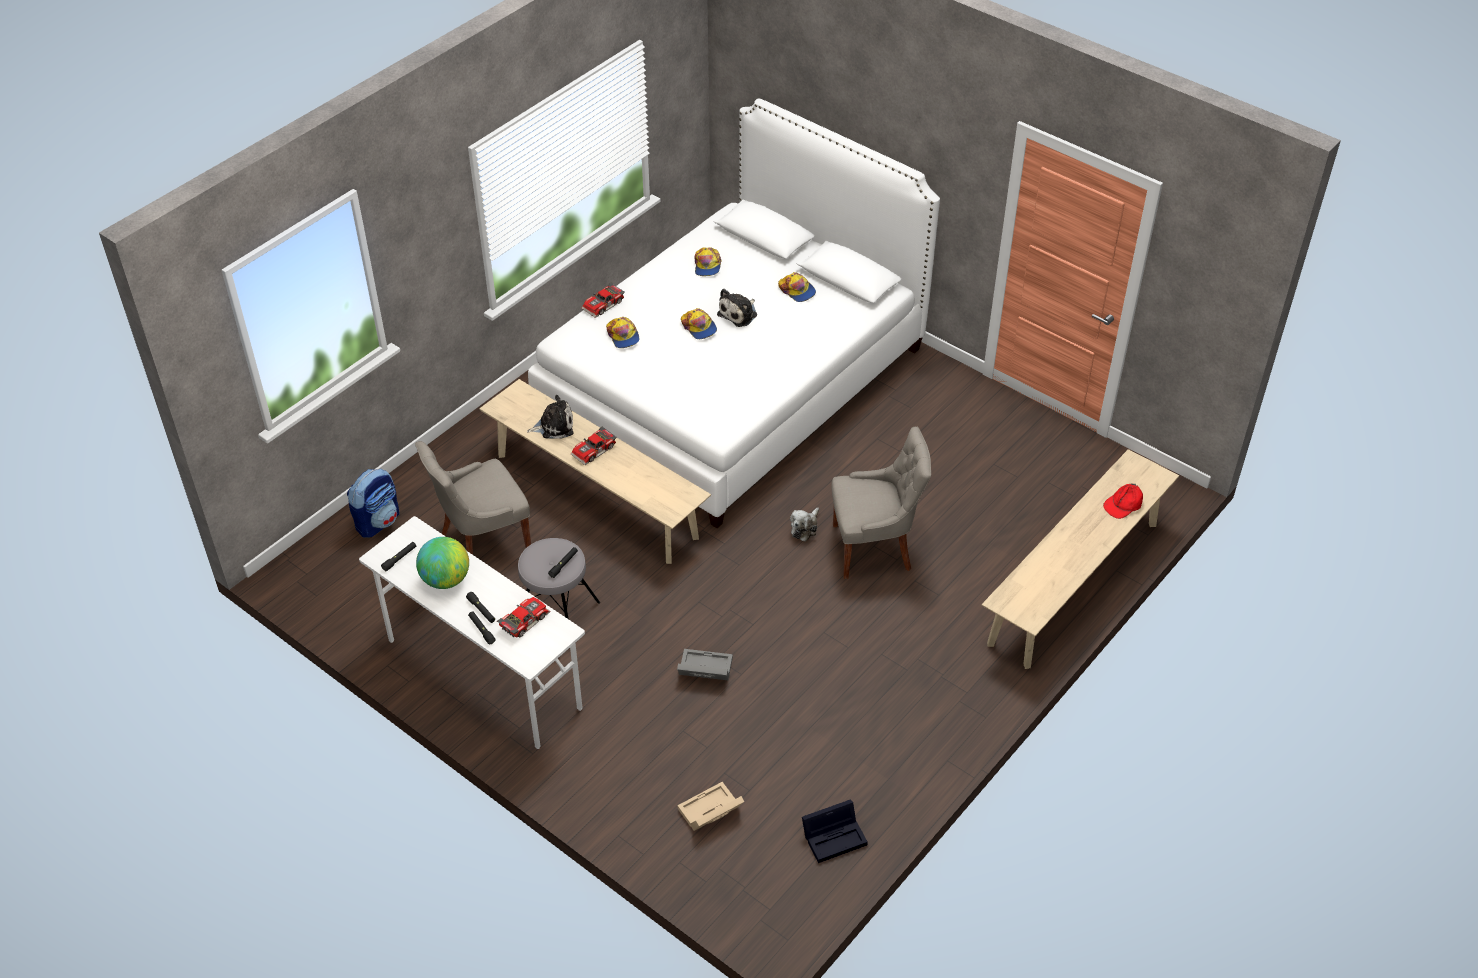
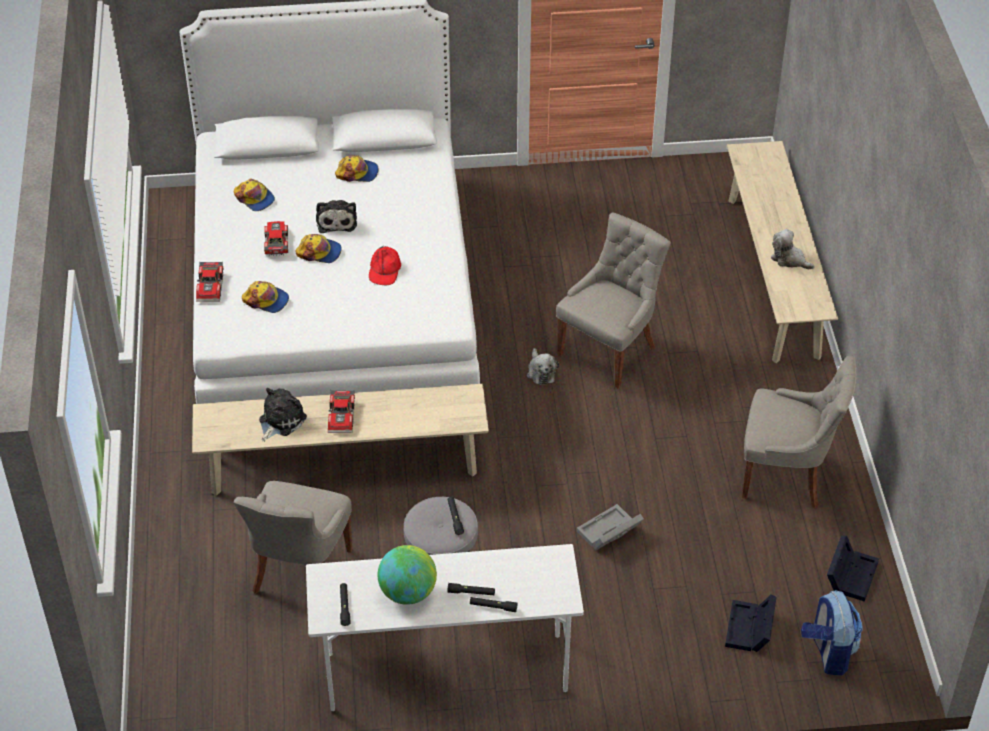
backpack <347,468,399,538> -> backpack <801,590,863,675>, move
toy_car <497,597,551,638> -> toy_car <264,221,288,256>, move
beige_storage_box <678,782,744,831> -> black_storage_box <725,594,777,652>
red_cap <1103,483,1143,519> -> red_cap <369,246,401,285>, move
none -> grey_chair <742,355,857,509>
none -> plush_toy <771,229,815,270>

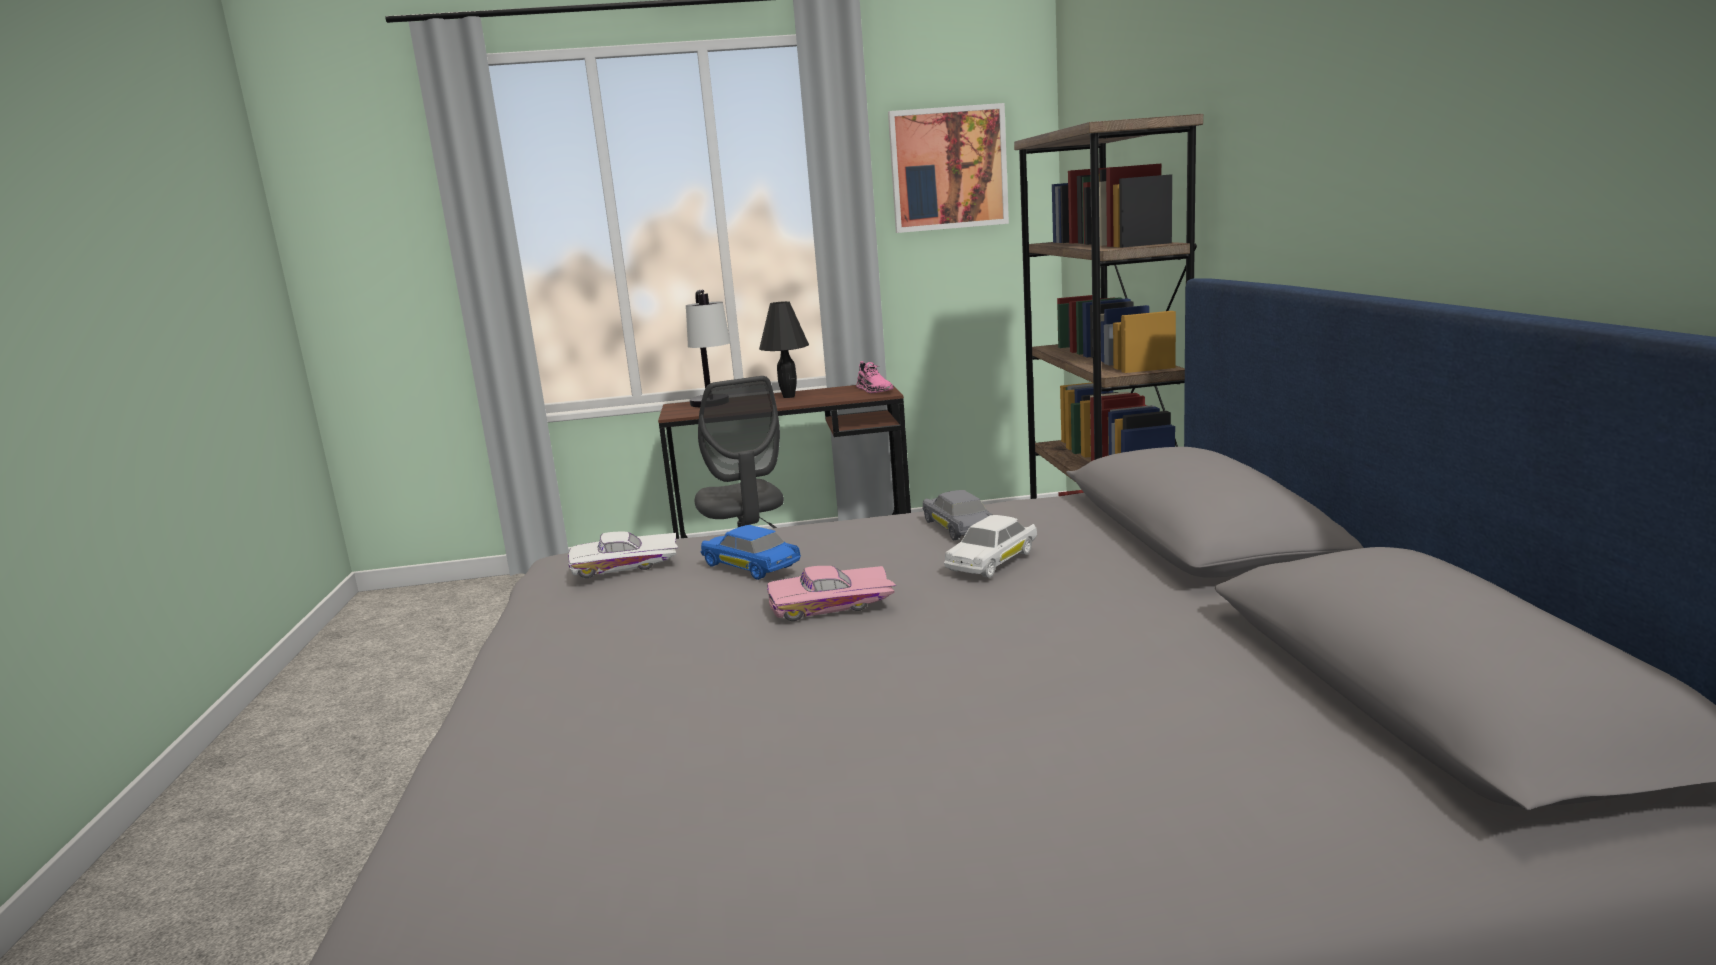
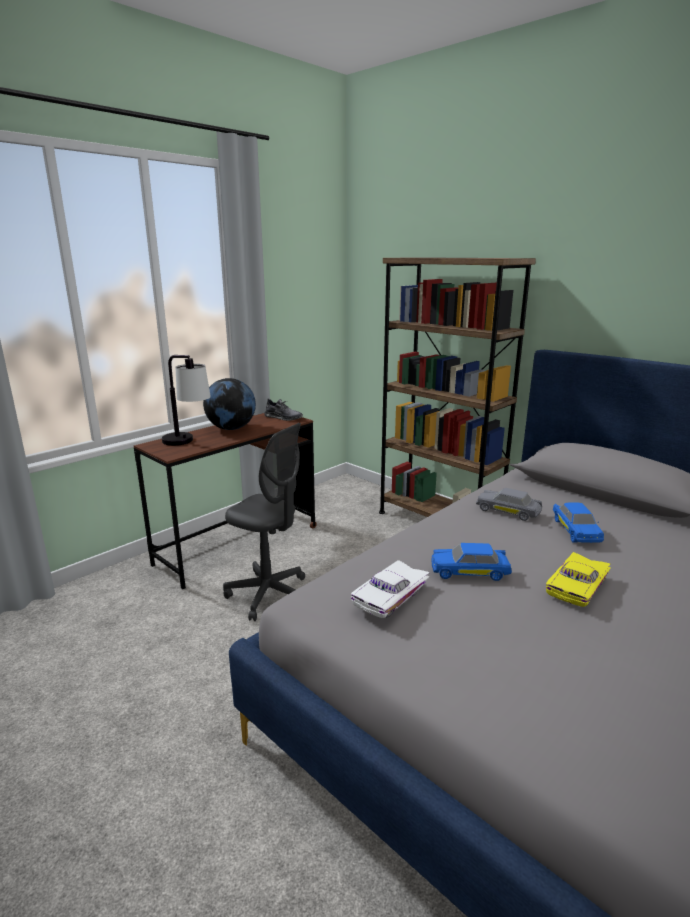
black_table_lamp <759,301,809,398> -> globe <203,378,256,430>
pink_toy_car <767,566,896,621> -> yellow_toy_car <546,552,611,607>
pink_shoe <856,361,894,393> -> grey_shoe <264,398,303,421>
picture <888,103,1009,233> -> none
white_toy_car <944,515,1037,578> -> blue_toy_car <553,502,604,543>

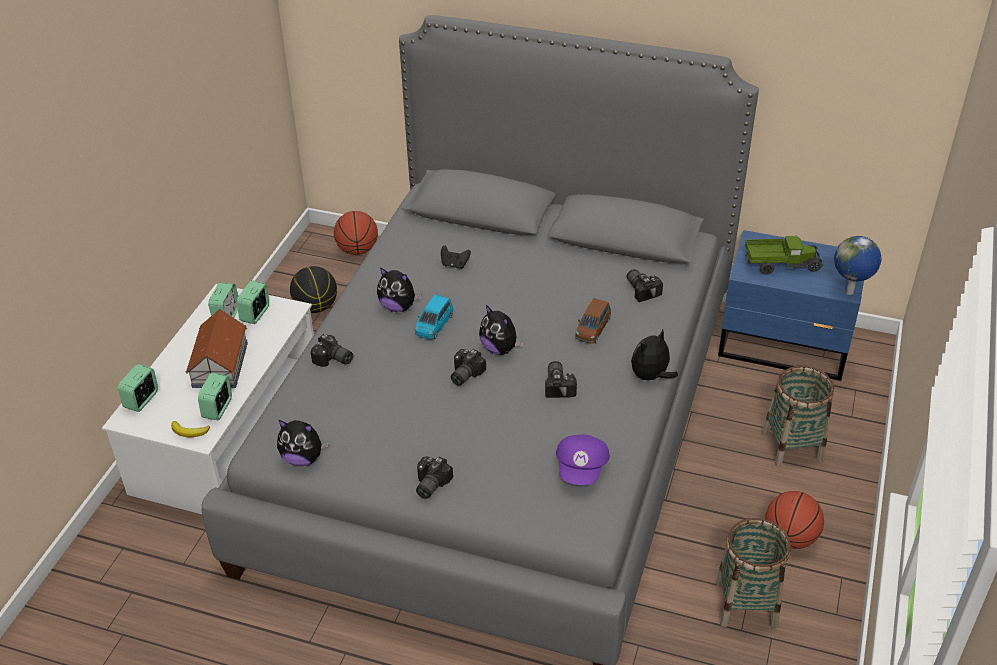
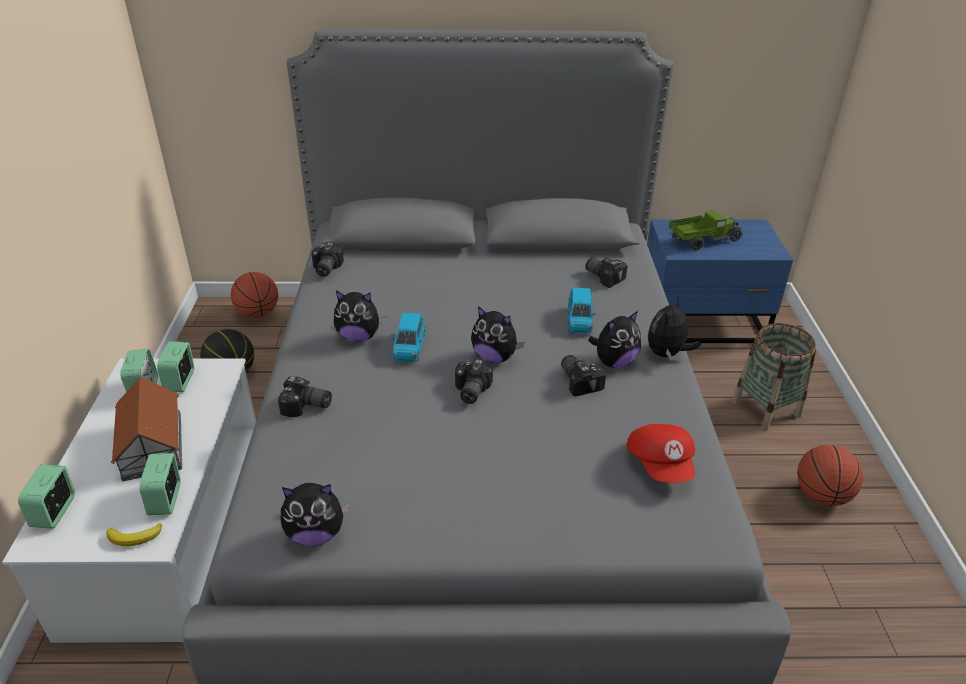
photo_camera <416,456,453,499> -> photo_camera <311,243,344,277>, move
black_game_controller <441,246,471,269> -> none
purple_cap <556,434,610,485> -> red_cap <627,424,695,483>
brown_toy_car <575,298,611,344> -> blue_toy_car <567,288,595,334>
basket <716,518,791,629> -> none
globe <834,236,881,295> -> none
none -> plush_toy <588,311,641,368>

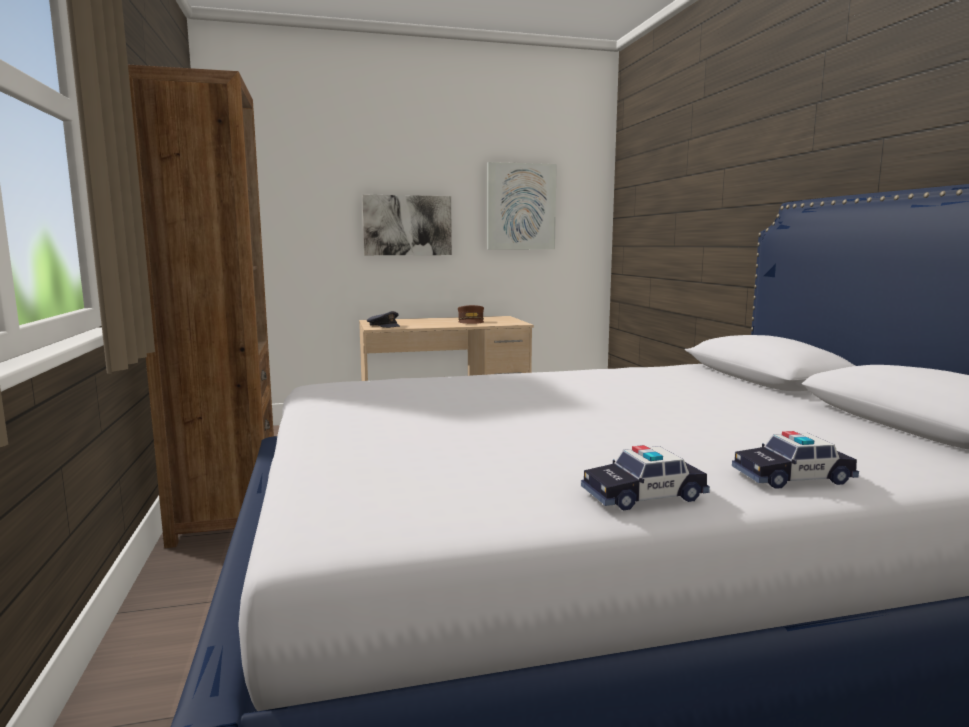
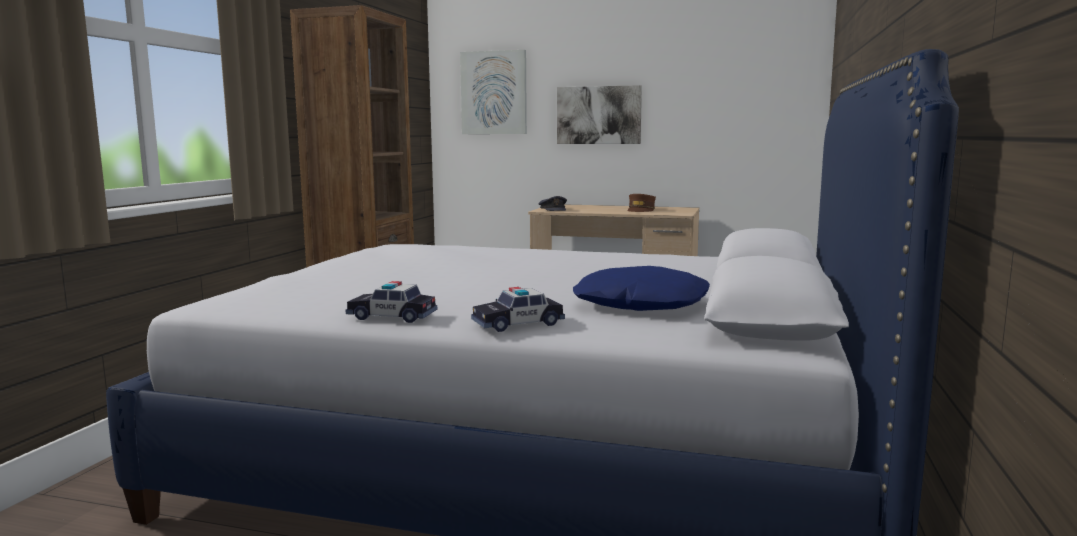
picture <487,162,557,249> -> picture <460,50,527,134>, move
toy_car <732,431,859,489> -> toy_car <471,287,565,332>, 45 degrees counterclockwise
none -> blue_pillow <573,266,710,311>

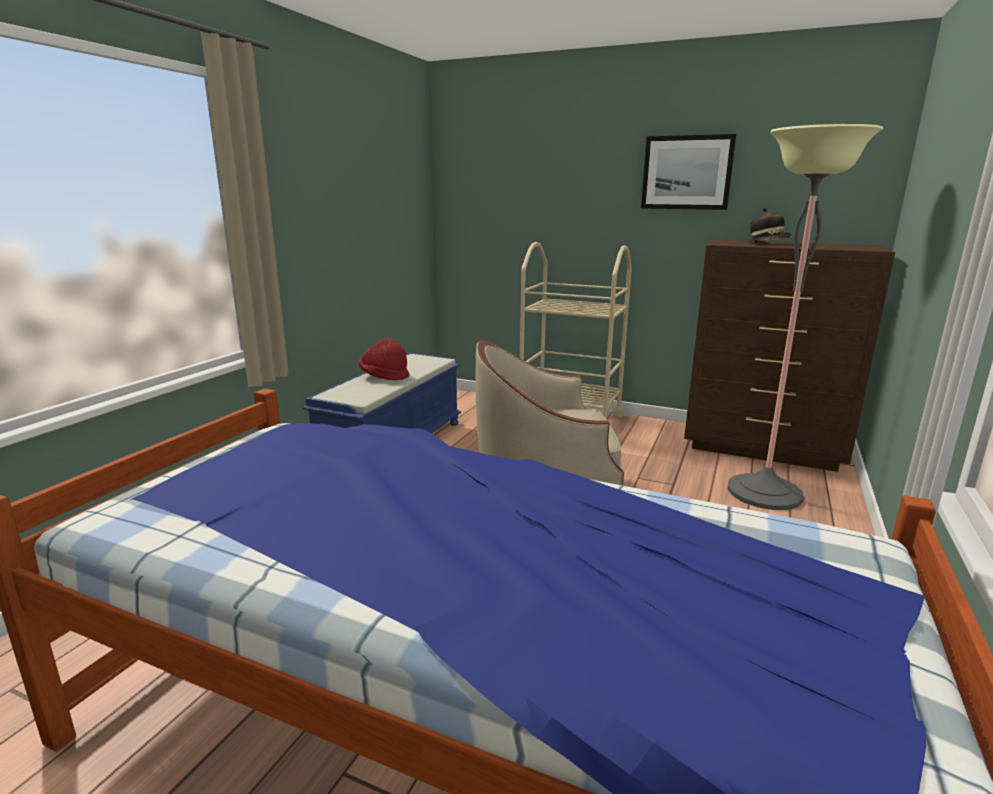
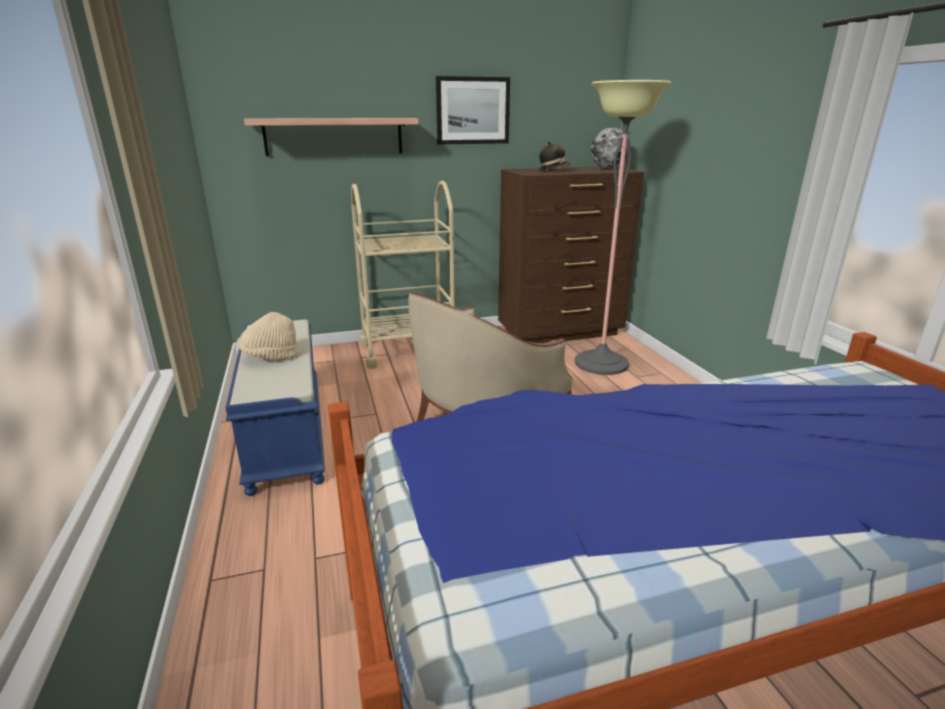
red_hat <359,338,410,381> -> beige_hat <237,312,300,360>
none -> shelf <244,118,419,156>
none -> globe <591,127,631,169>

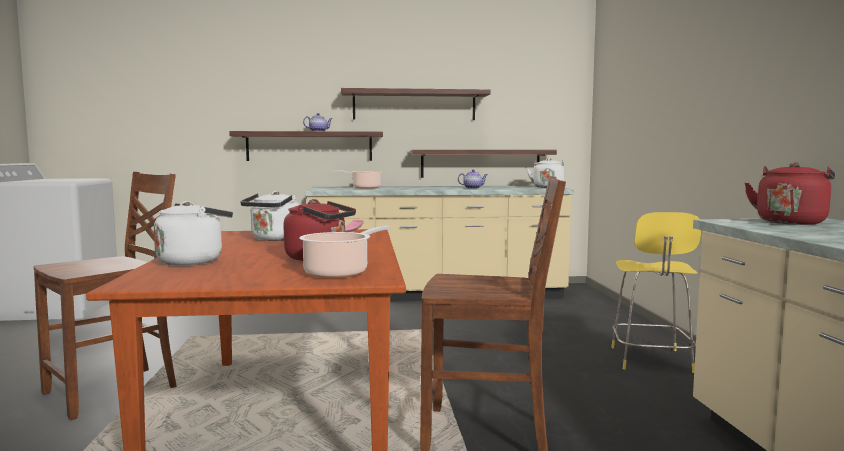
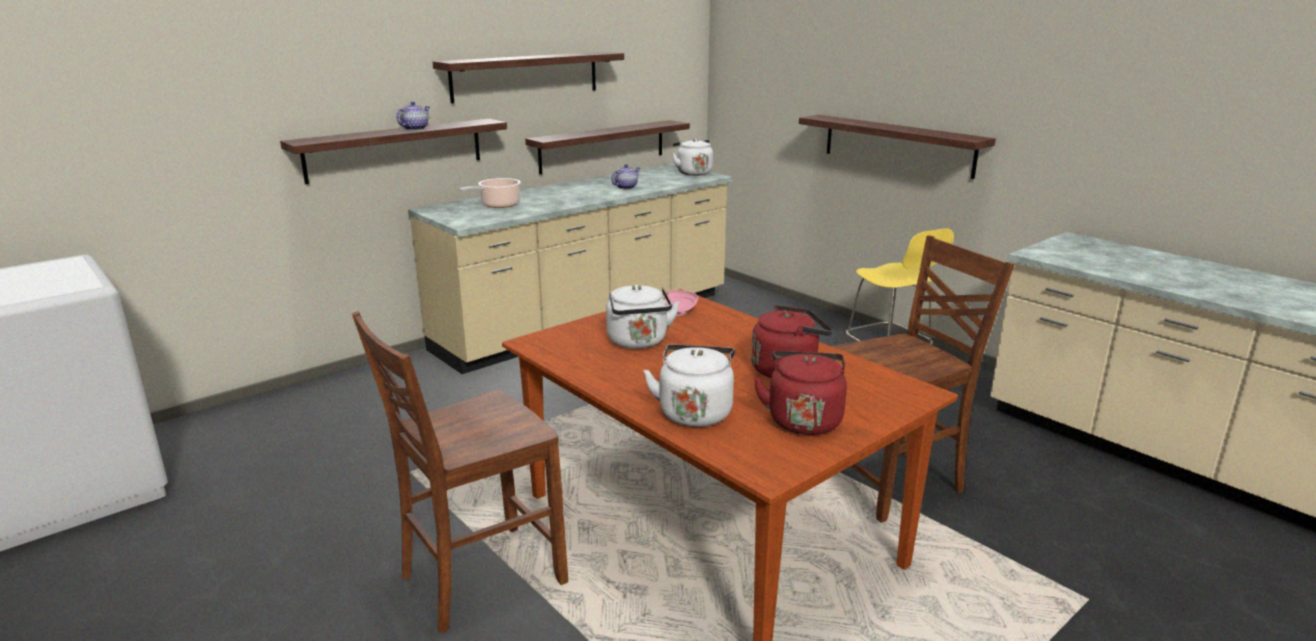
brown_chair <34,172,177,420> -> brown_chair <352,311,568,633>, 135 degrees counterclockwise
cooking_pot <299,226,390,278> -> none
red_kettle <745,162,835,225> -> red_kettle <753,351,847,435>, move
none -> shelf <799,115,996,179>

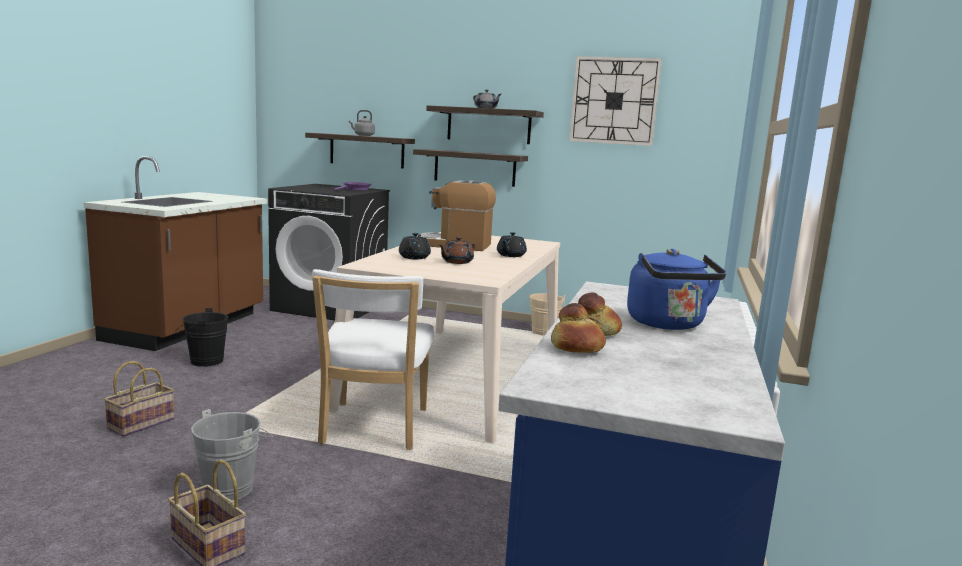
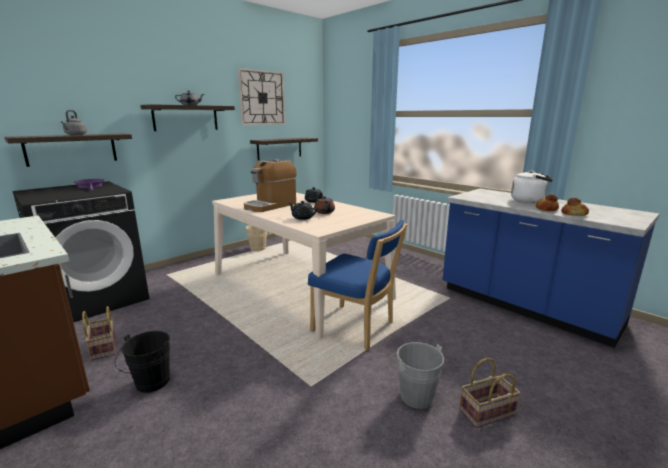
basket <104,361,174,437> -> basket <82,306,116,361>, move
white_chair <312,269,434,450> -> blue_chair <308,219,407,350>
shelf <413,149,528,187> -> shelf <250,138,318,160>, move
blue_kettle <627,249,726,330> -> white_kettle <511,171,553,203>

